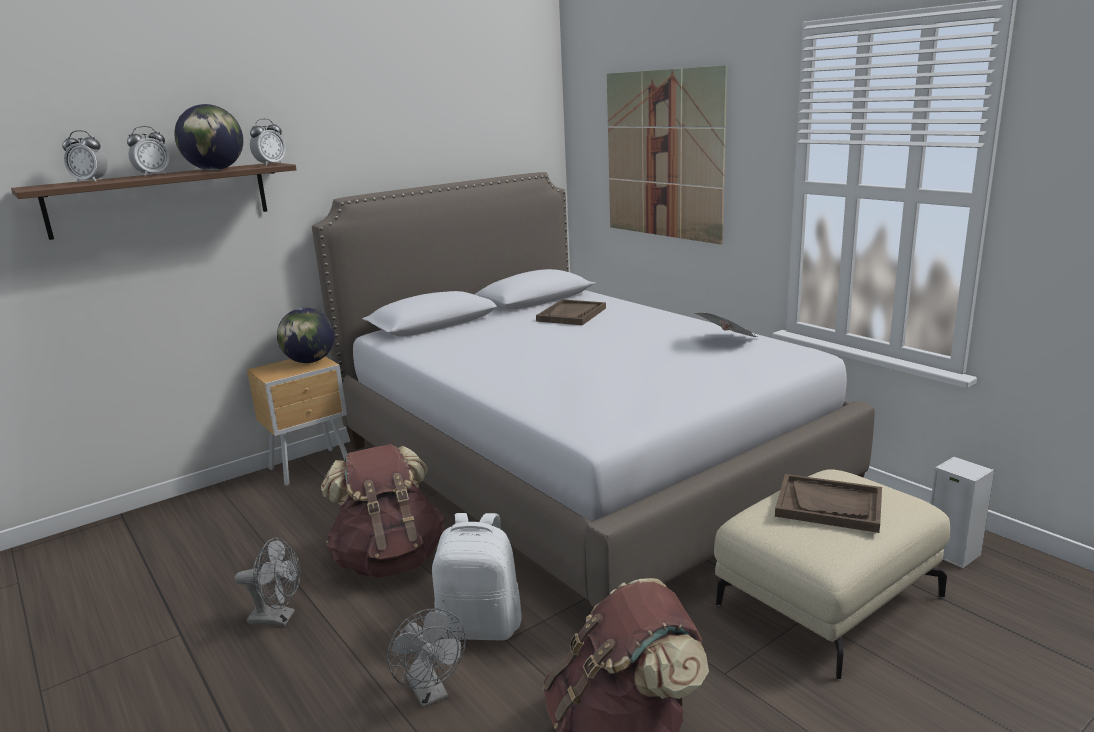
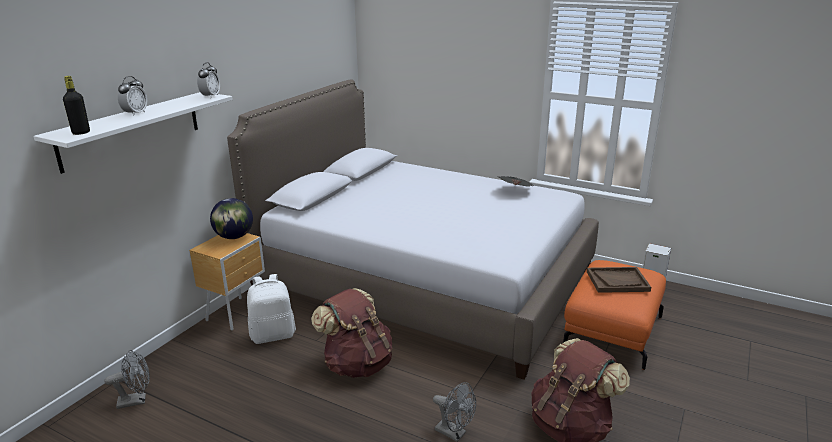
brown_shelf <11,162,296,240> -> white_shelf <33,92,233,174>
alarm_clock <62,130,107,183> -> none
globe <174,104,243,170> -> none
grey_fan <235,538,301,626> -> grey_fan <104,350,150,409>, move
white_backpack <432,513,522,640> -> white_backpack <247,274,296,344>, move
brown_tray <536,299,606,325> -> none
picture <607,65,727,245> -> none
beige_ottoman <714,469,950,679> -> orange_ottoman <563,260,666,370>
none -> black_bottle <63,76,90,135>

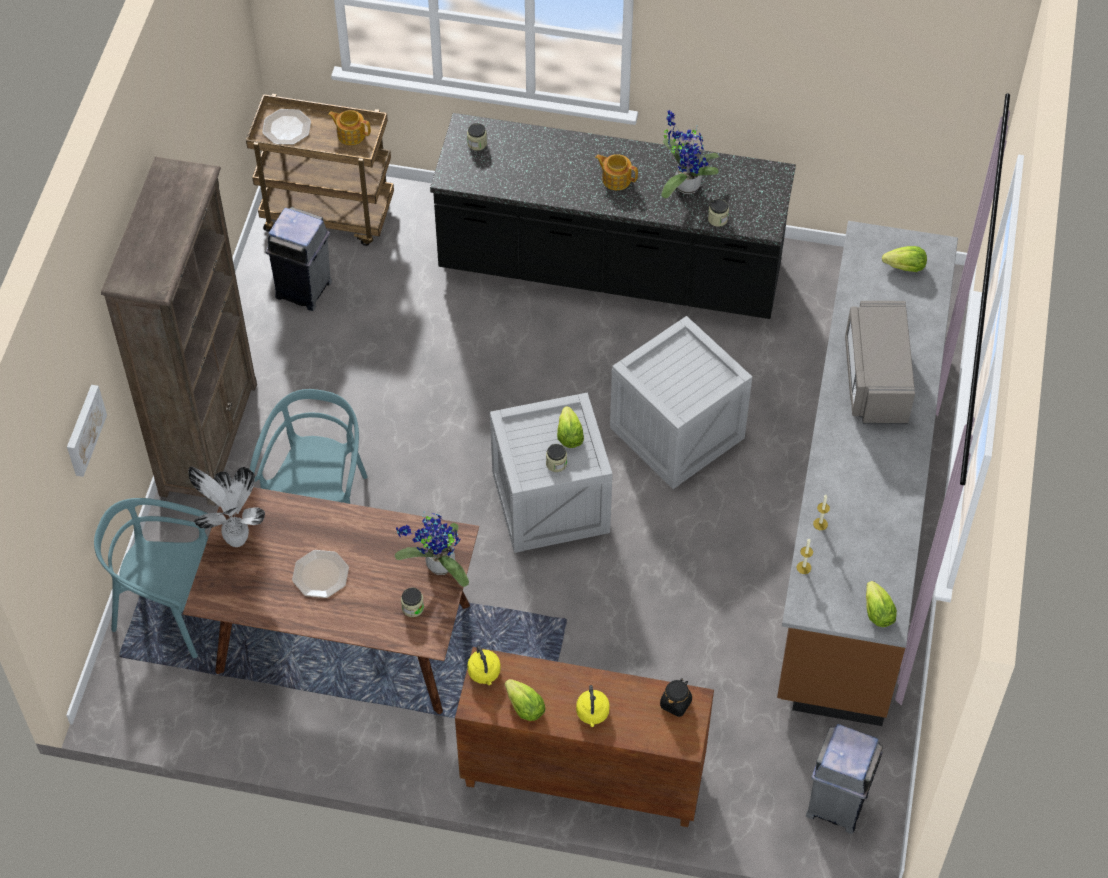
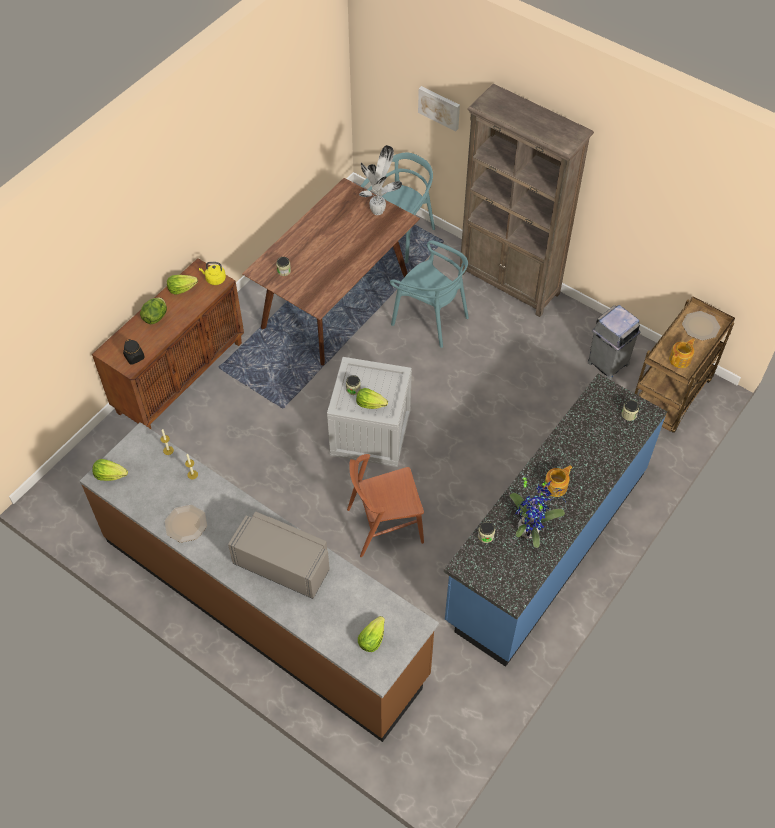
plate <292,550,349,598> -> plate <165,505,207,543>, move
potted_plant <395,511,469,587> -> none
black_counter <430,113,796,319> -> blue_counter <444,374,667,667>
yellow_kettle <576,685,610,727> -> lettuce <140,297,167,324>
crate <610,316,752,489> -> brown_chair <347,454,424,557>
grey_trash_can <806,724,883,834> -> none

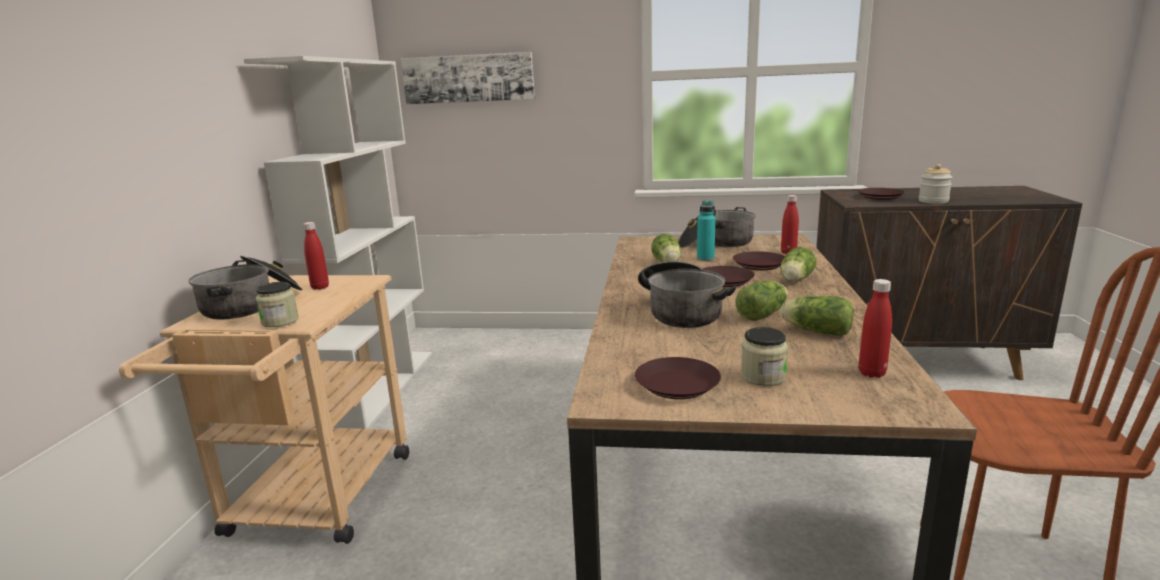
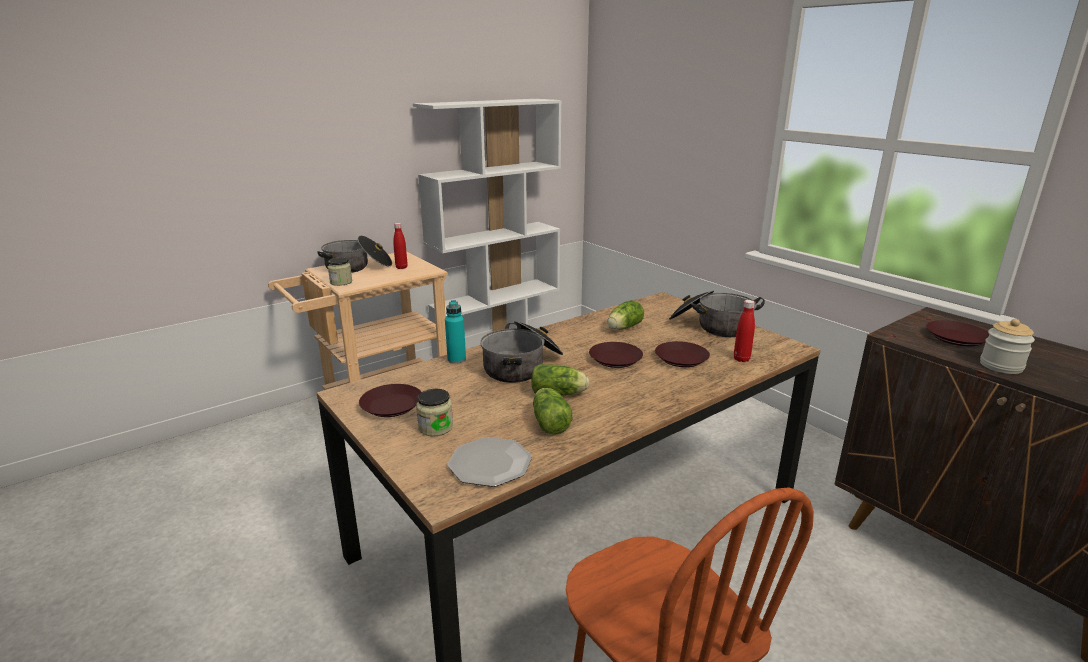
picture <401,52,535,104> -> none
turquoise_bottle <697,201,715,261> -> turquoise_bottle <445,300,466,364>, move
lettuce <780,247,817,282> -> none
red_bottle <859,279,892,378> -> plate <447,437,532,487>

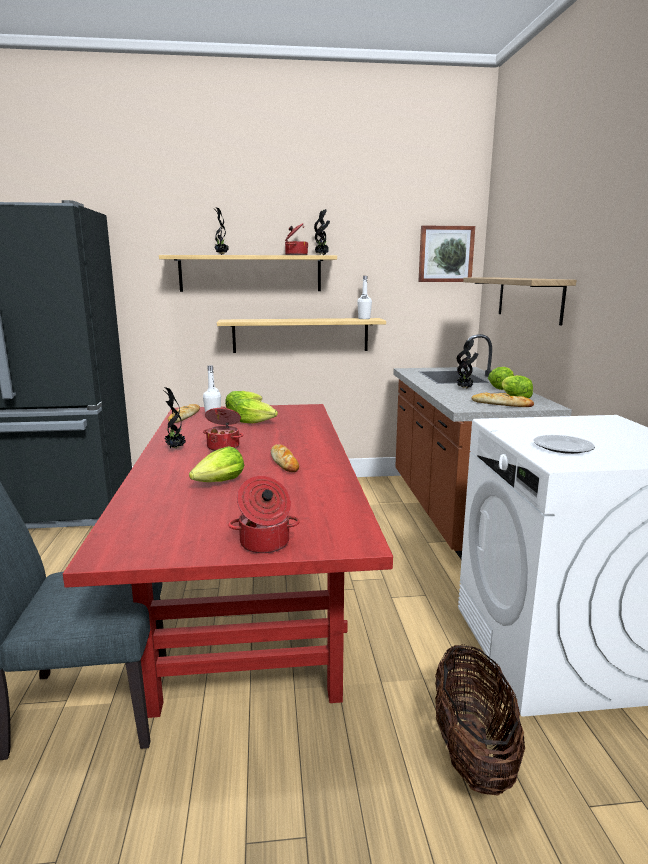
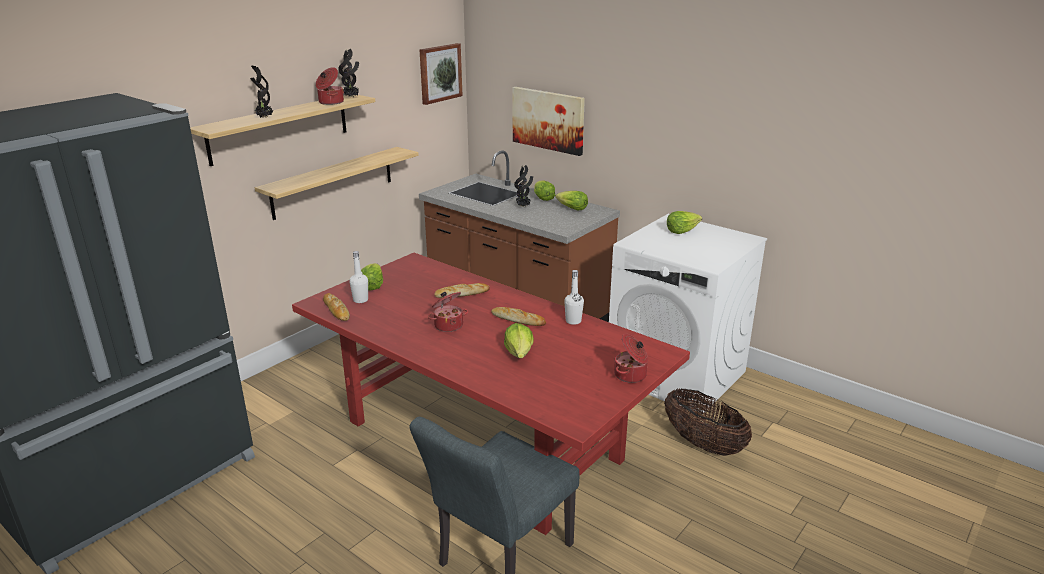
potted_plant <162,387,186,448> -> none
lettuce <235,398,278,423> -> lettuce <667,211,702,234>, move
white_bottle <357,276,372,319> -> white_bottle <564,270,584,325>, move
shelf <463,278,576,325> -> picture <512,87,585,156>
bread <471,392,534,407> -> bread <434,283,490,298>, move
plate <534,435,595,454> -> none

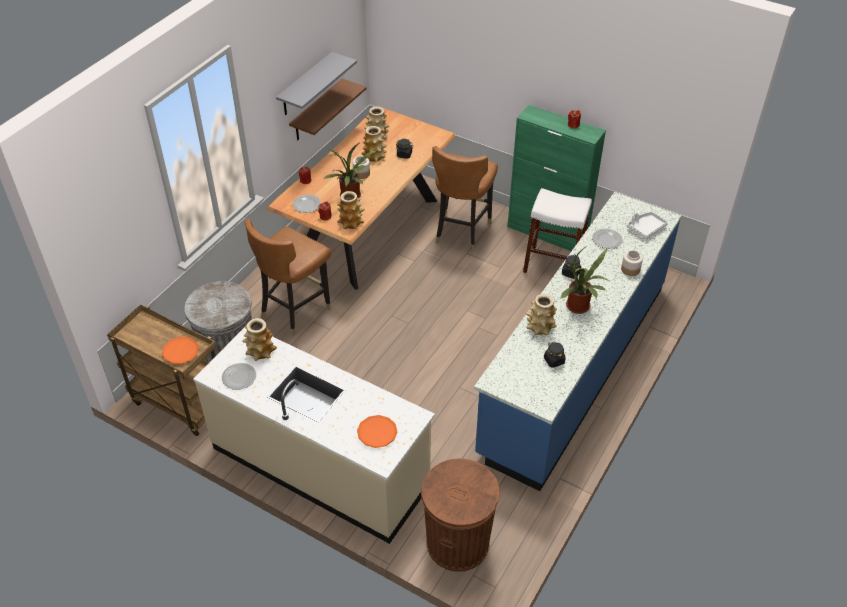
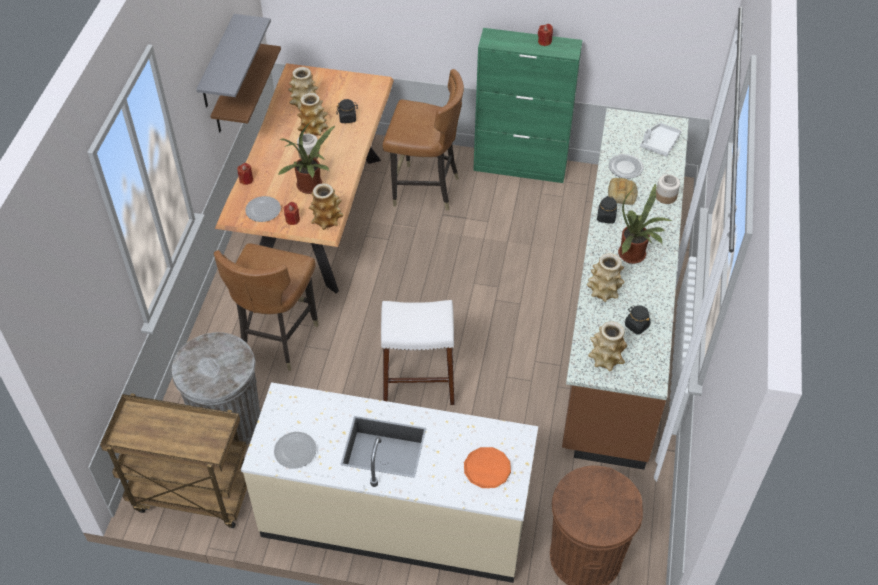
orange_plate <162,337,199,364> -> none
vase <242,318,277,361> -> vase <588,321,627,371>, move
brown_chair <432,146,498,252> -> brown_chair <383,69,464,211>, 75 degrees counterclockwise
blue_counter <474,192,681,491> -> brown_counter <562,108,689,470>
white_stool <523,188,592,273> -> white_stool <381,300,455,405>, move
none -> bread <608,178,638,205>

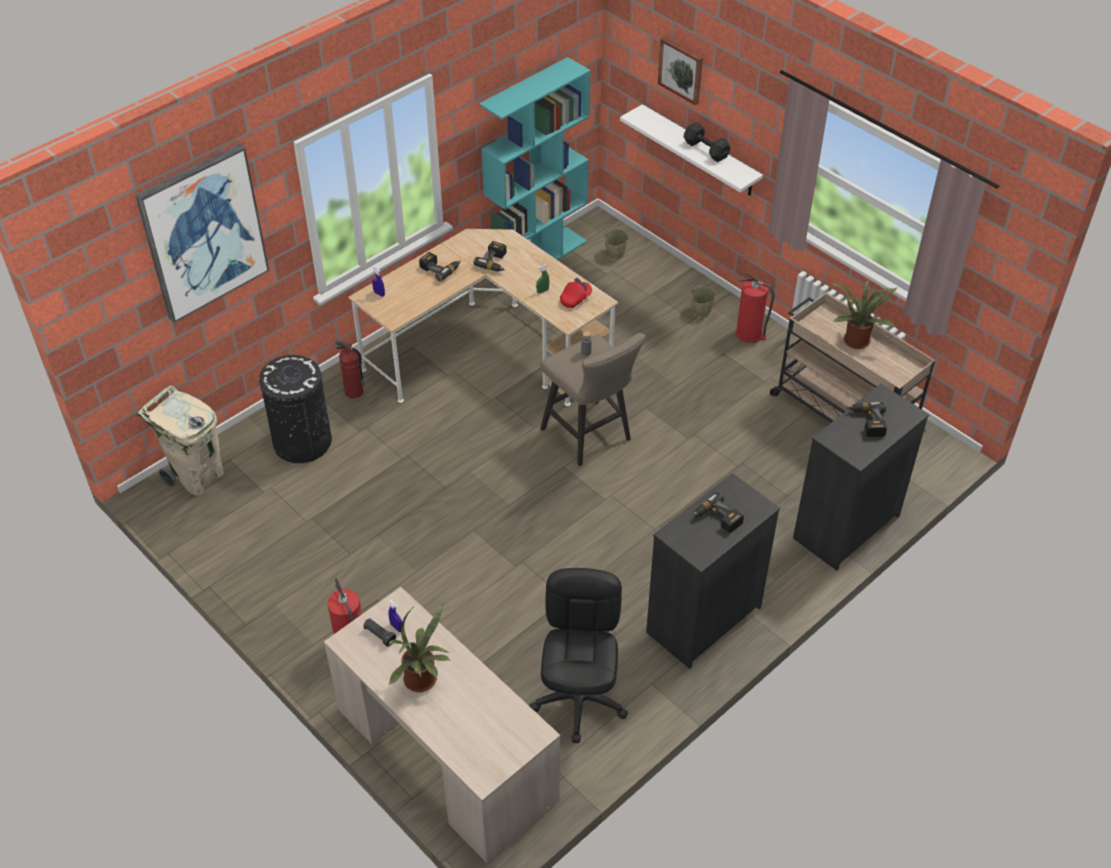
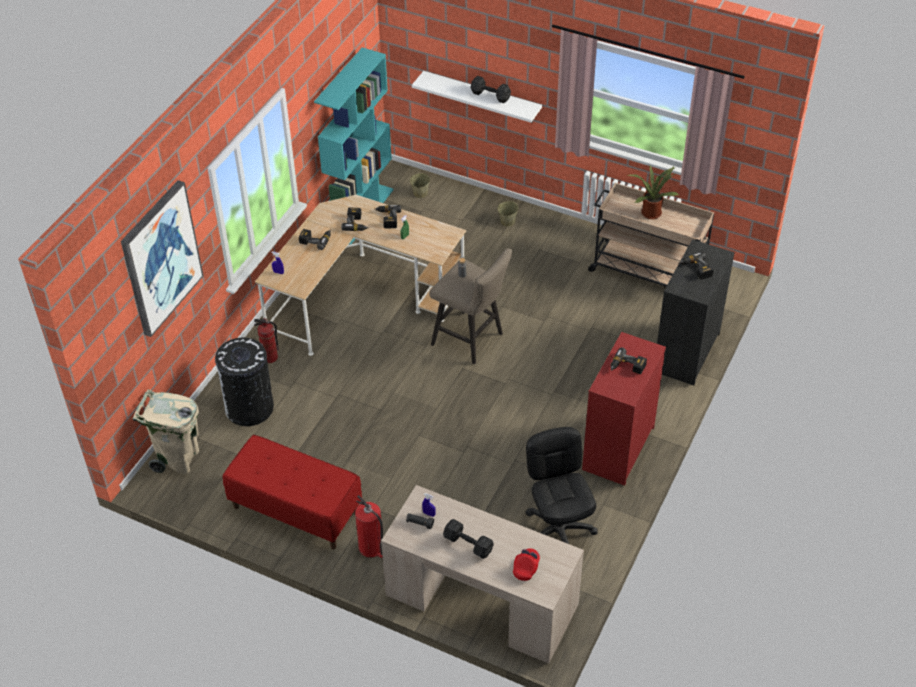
potted_plant <388,602,451,692> -> black_dumbbell <443,519,494,559>
red_cap <560,278,592,308> -> red_cap <513,548,540,581>, move
black_dresser <646,473,780,669> -> red_dresser <582,332,666,486>
picture <658,37,703,105> -> none
fire_extinguisher <736,272,775,343> -> none
none -> red_bench <223,435,362,549>
none -> power_drill <375,205,401,228>

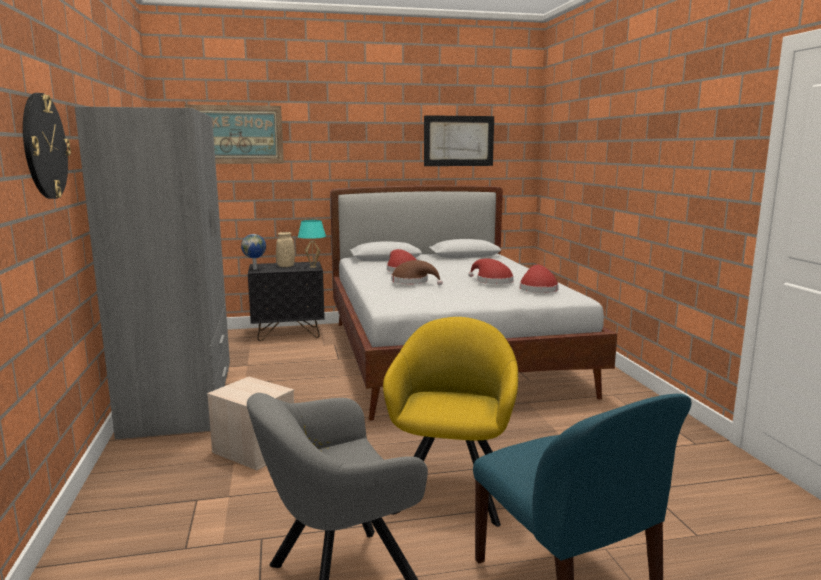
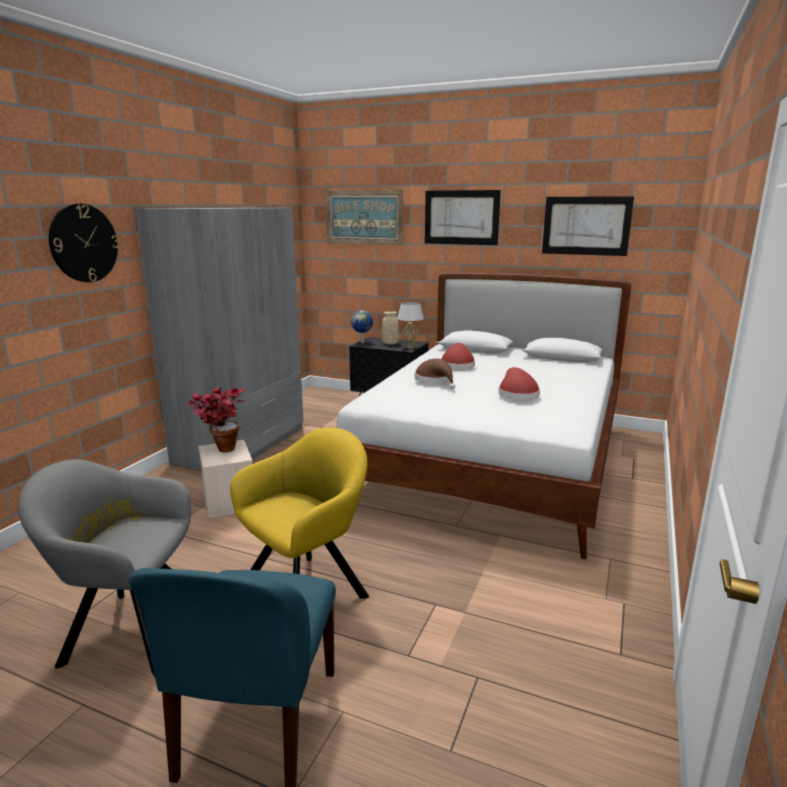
turquoise_table_lamp <298,220,326,268> -> white_table_lamp <397,302,424,349>
red_hat <520,265,559,293> -> none
none -> potted_plant <188,387,245,452>
none -> picture <425,190,501,245>

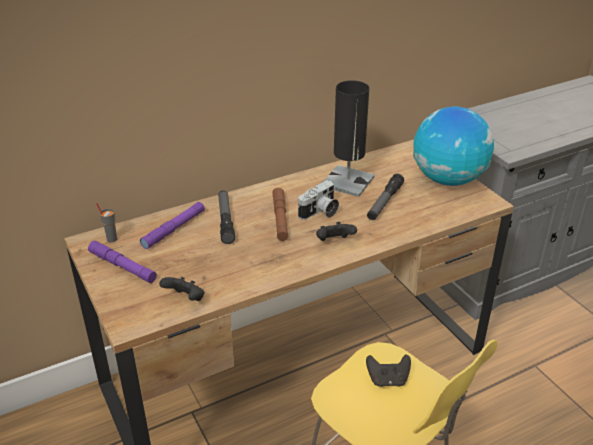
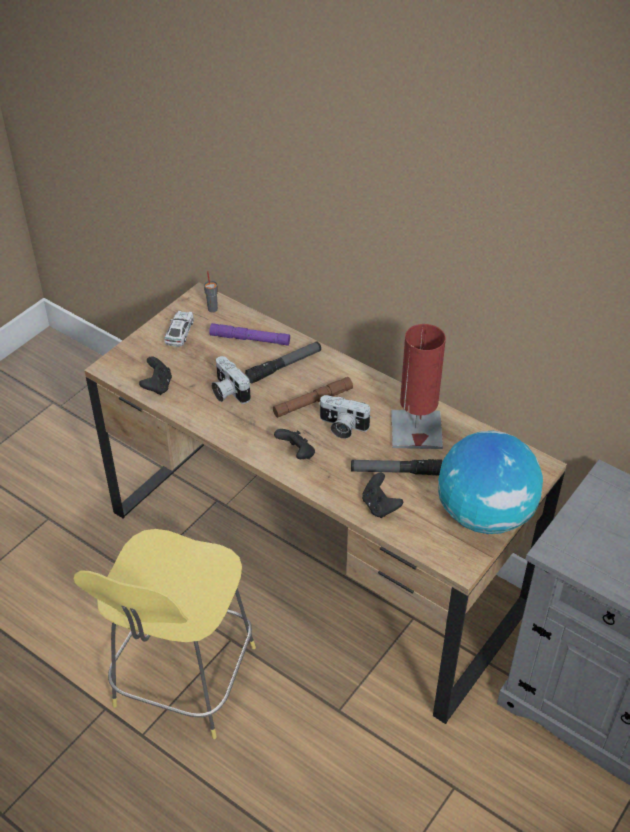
purple_flashlight <88,241,157,283> -> toy_car <164,311,194,347>
black_table_lamp <324,80,375,197> -> red_table_lamp <391,324,446,449>
black_game_controller <366,354,411,387> -> black_game_controller <362,473,403,518>, move
none -> photo_camera <211,356,251,404>

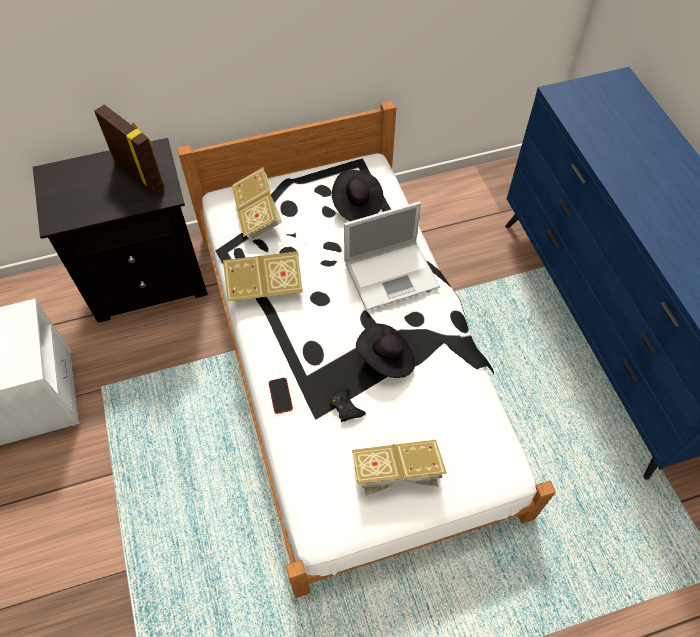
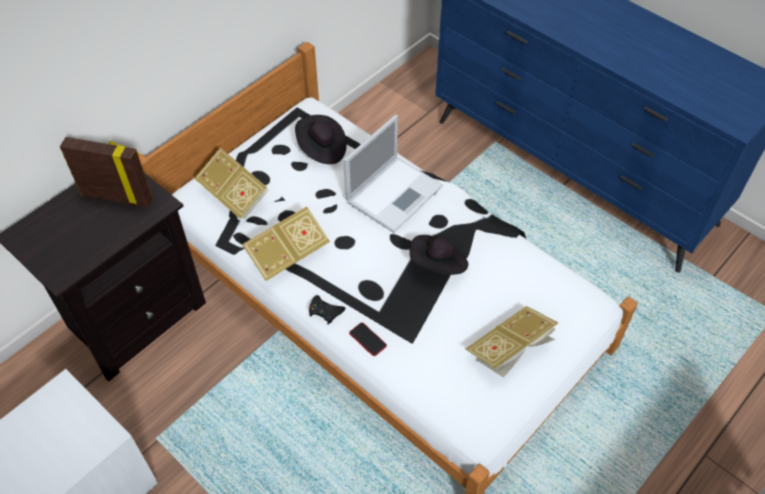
black_game_controller <330,388,366,422> -> black_game_controller <309,295,346,325>, move

